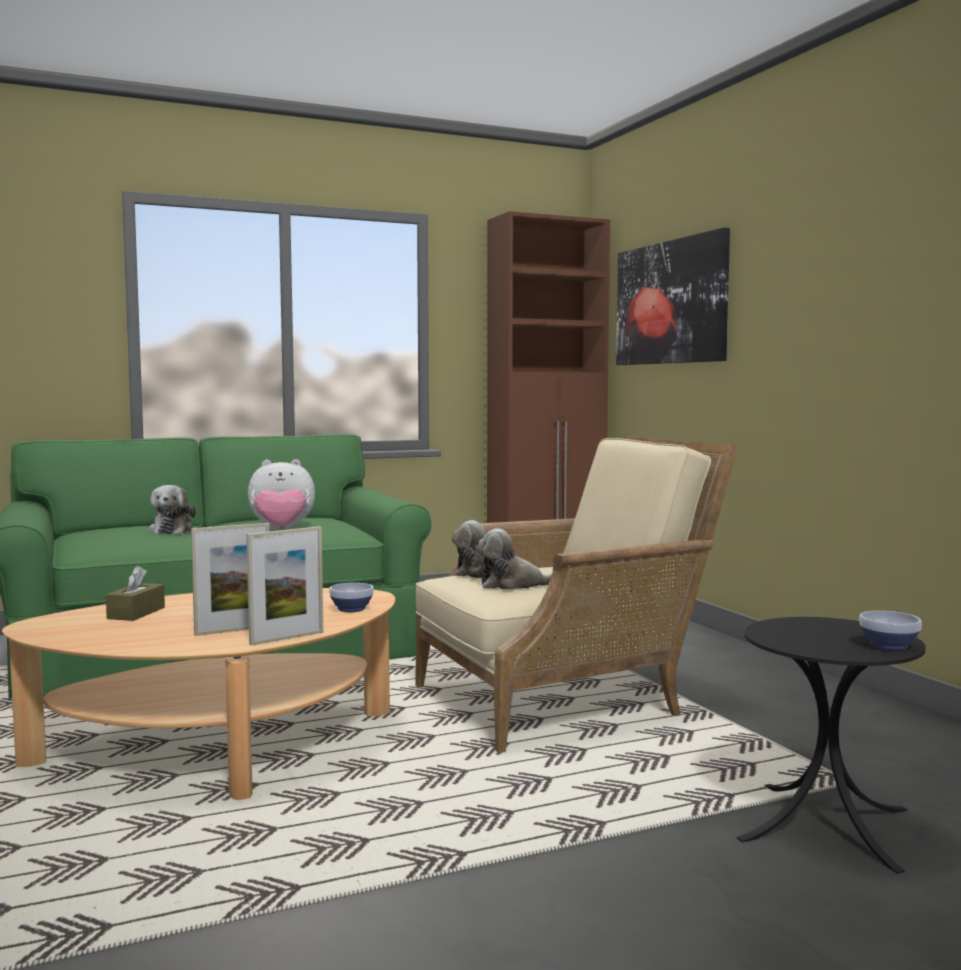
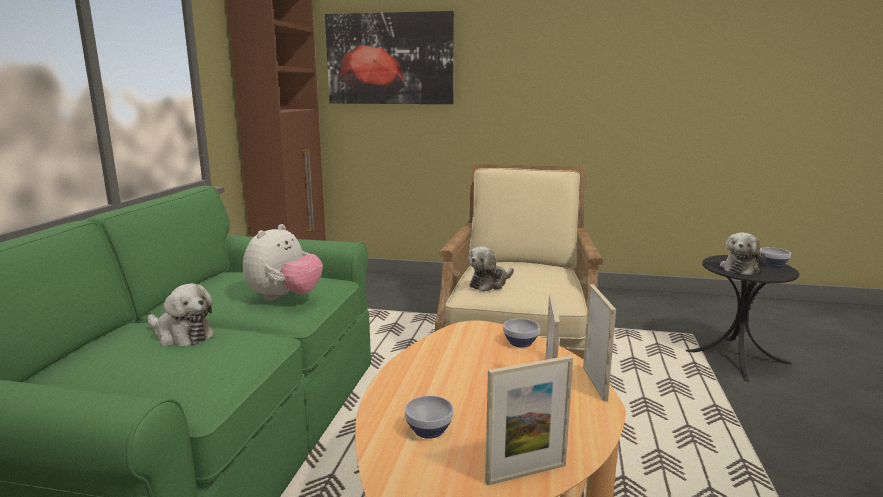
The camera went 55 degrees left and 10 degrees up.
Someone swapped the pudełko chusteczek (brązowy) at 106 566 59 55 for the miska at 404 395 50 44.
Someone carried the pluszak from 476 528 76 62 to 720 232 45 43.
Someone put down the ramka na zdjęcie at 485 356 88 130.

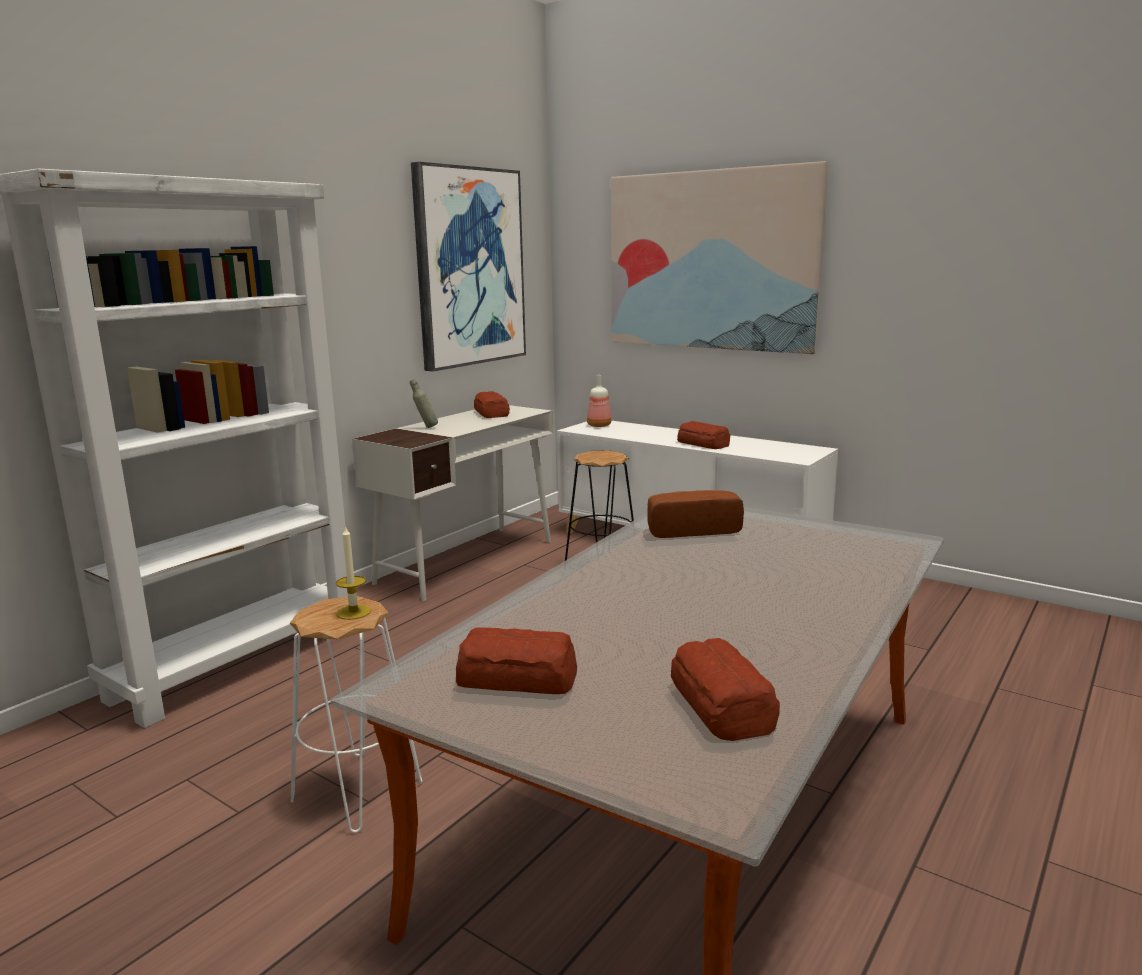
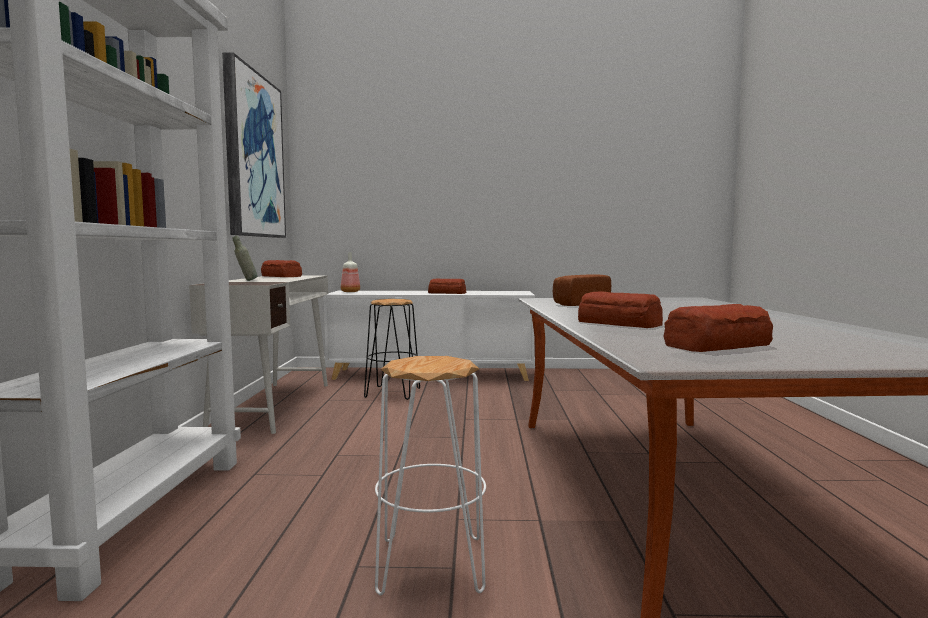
The camera went 35 degrees left and 10 degrees down.
Someone took away the świeca at 336 525 35 95.
Someone took away the obraz at 611 161 217 193.
Someone carried the chleb from 670 638 110 103 to 578 291 85 37.

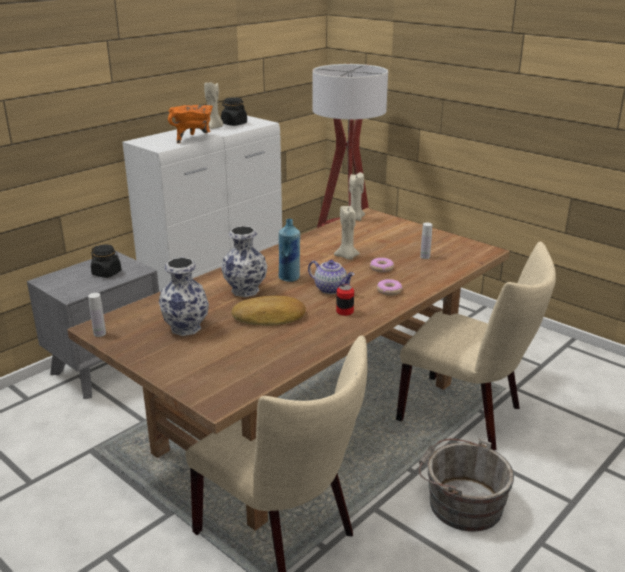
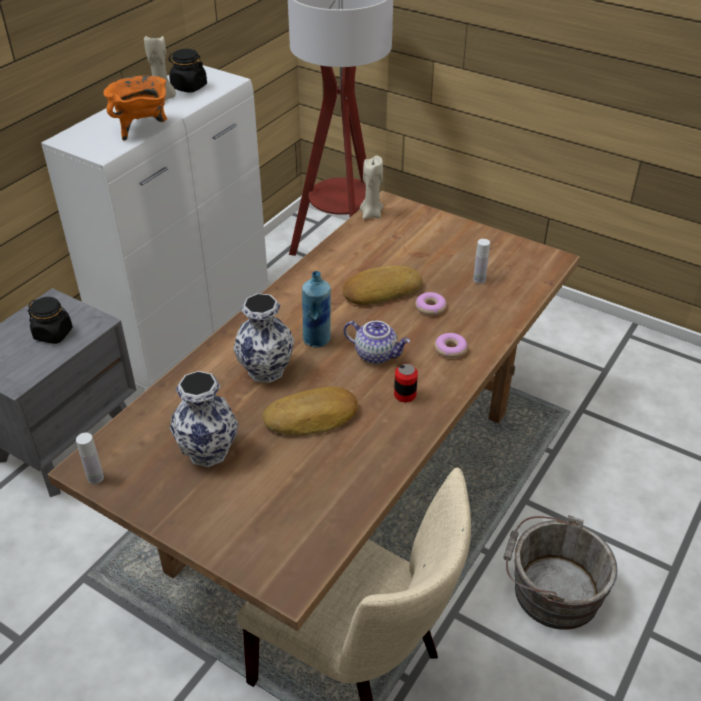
The camera went 10 degrees left and 15 degrees up.
Someone swapped the świeca (beżowy) at 334 205 26 55 for the chleb at 343 266 80 39.
Someone took away the krzesło (beżowy) at 396 242 160 208.

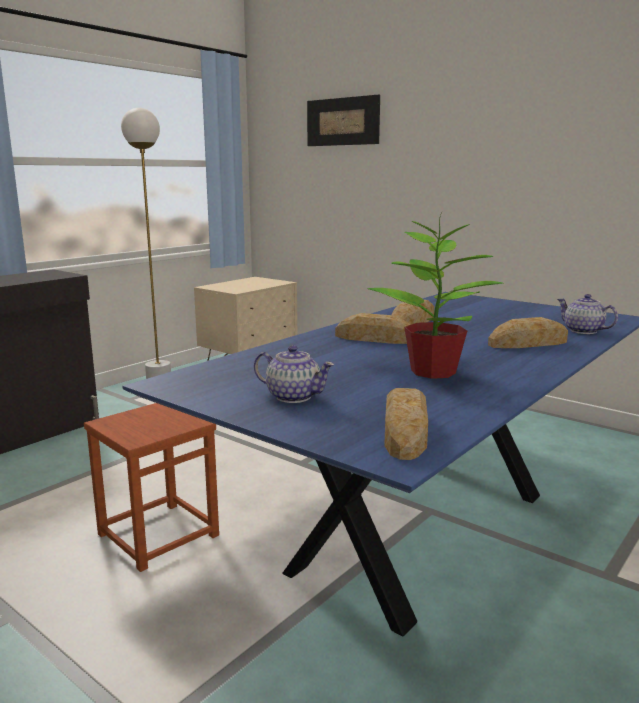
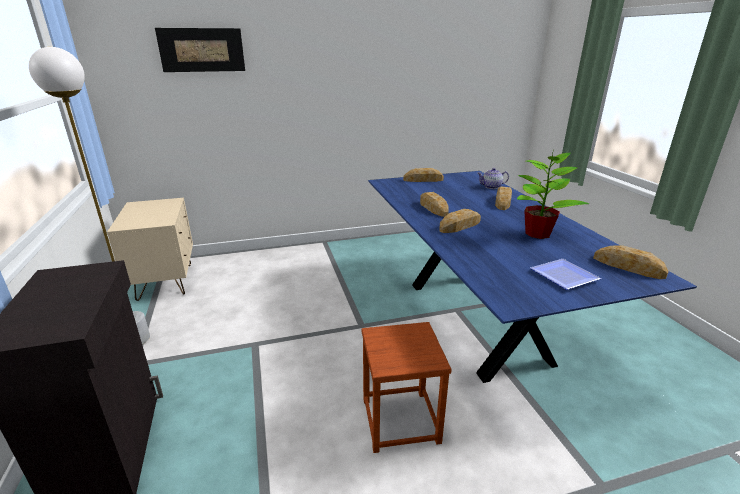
The camera went 55 degrees left and 10 degrees up.
Someone swapped the imbryk at 254 346 81 57 for the talerz at 530 259 71 31.
Someone put down the chleb at 403 168 41 14.

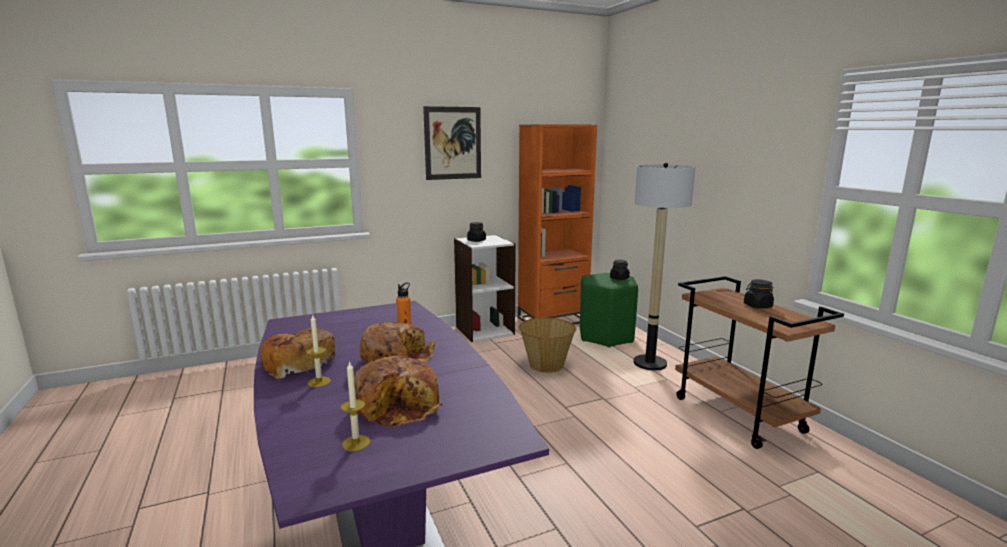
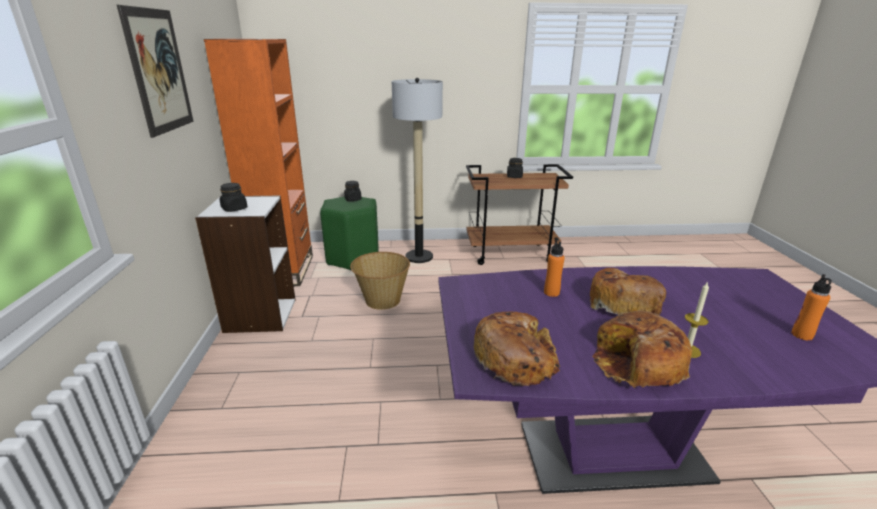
The camera went 70 degrees left and 10 degrees up.
Someone swapped the świeca at 341 361 29 90 for the butelka (pomarańczowy) at 791 274 41 67.
Someone carried the chleb from 354 356 89 71 to 474 311 86 75.

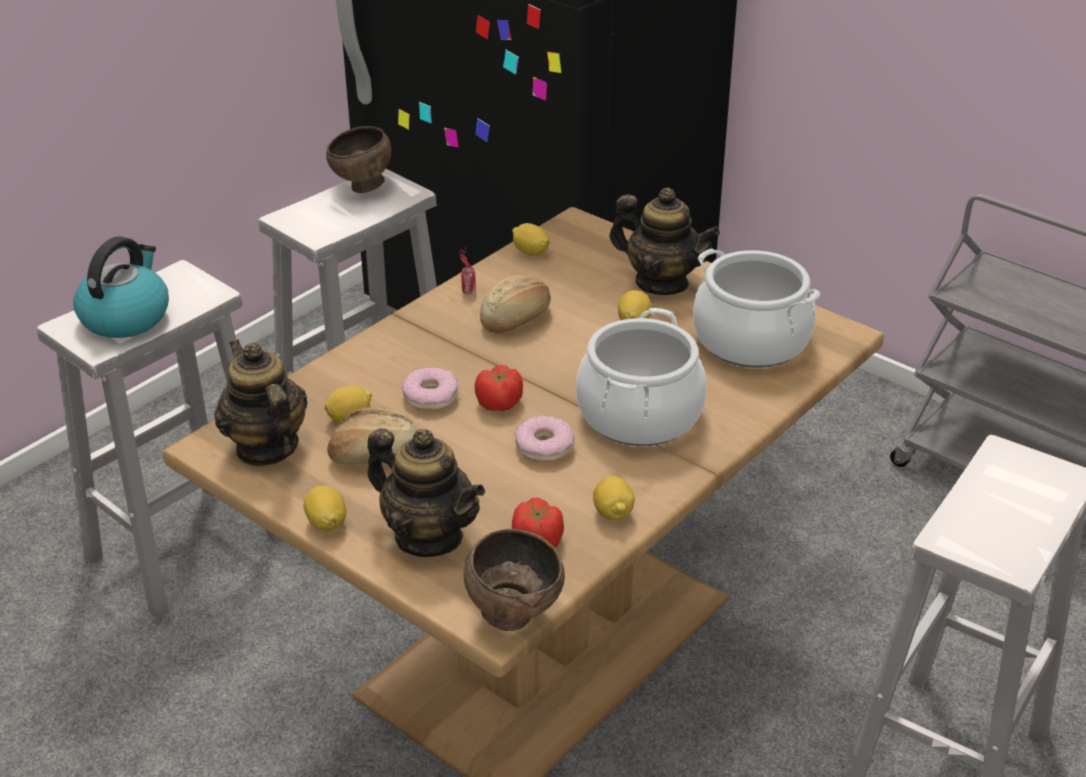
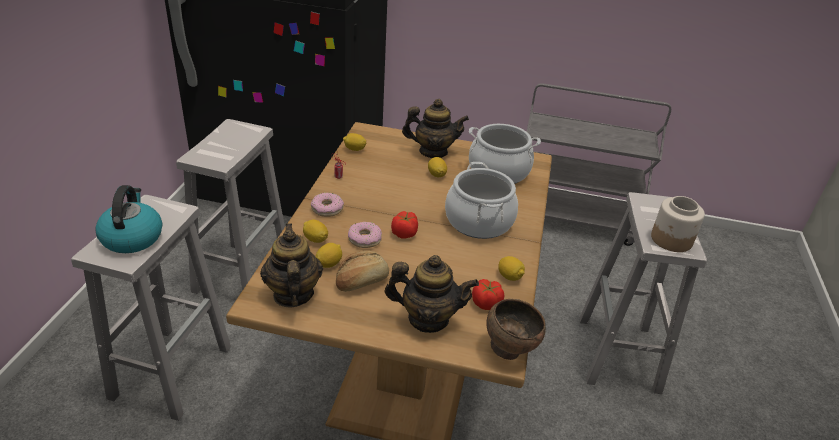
The camera went 30 degrees left and 0 degrees up.
Someone rotated the imbryk at 214 340 93 126 by 45 degrees clockwise.
Someone carried the cytryna from 304 486 42 45 to 303 219 25 24.
Someone took away the miska (brązowy) at 326 126 65 67.
Someone took away the chleb at 480 275 71 58.
Someone carried the donut from 514 415 61 47 to 311 193 33 24.
Someone put down the słoik at 651 196 54 56.

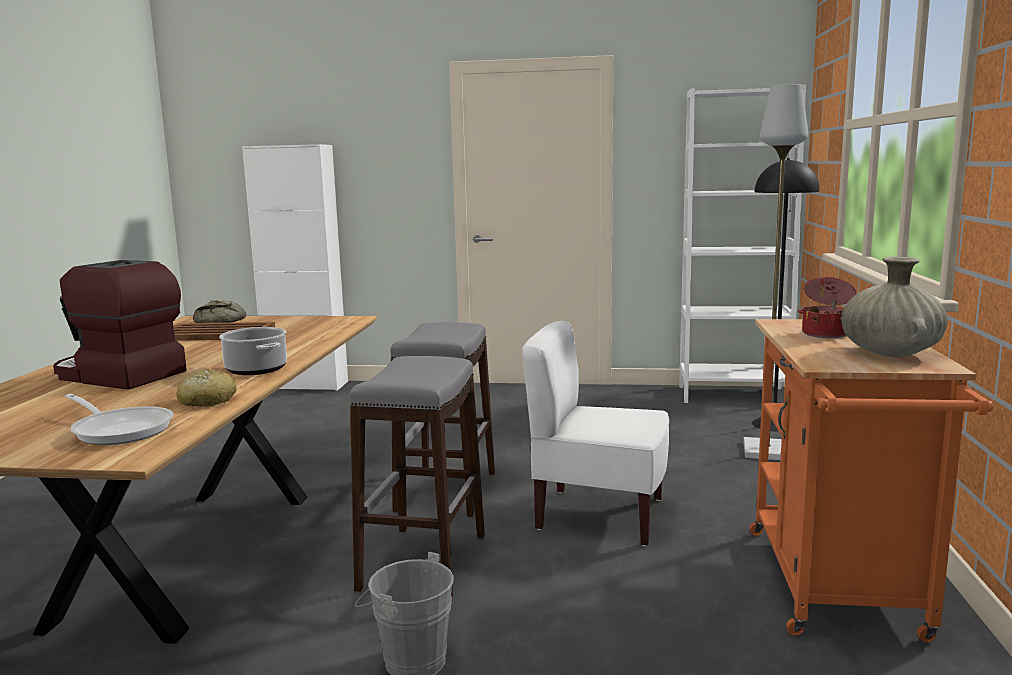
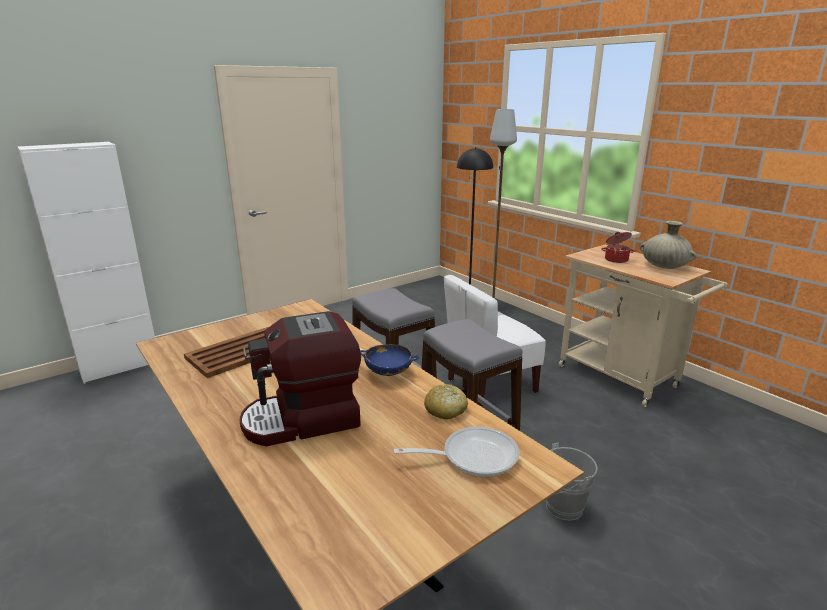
The camera went 45 degrees left and 10 degrees up.
Someone took away the chleb at 193 300 53 23.
Someone swapped the garnek at 219 327 68 48 for the miska (niebieski) at 360 344 59 32.
Someone took away the regał (biały) at 679 85 127 318.
Someone repainted the wózek (pomarańczowy) at 749 319 244 323, which became the wózek (beżowy) at 558 245 170 162.

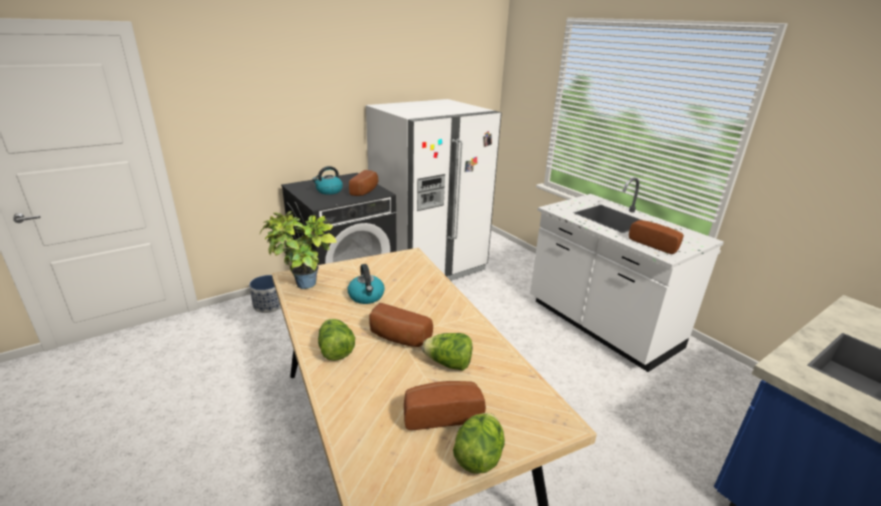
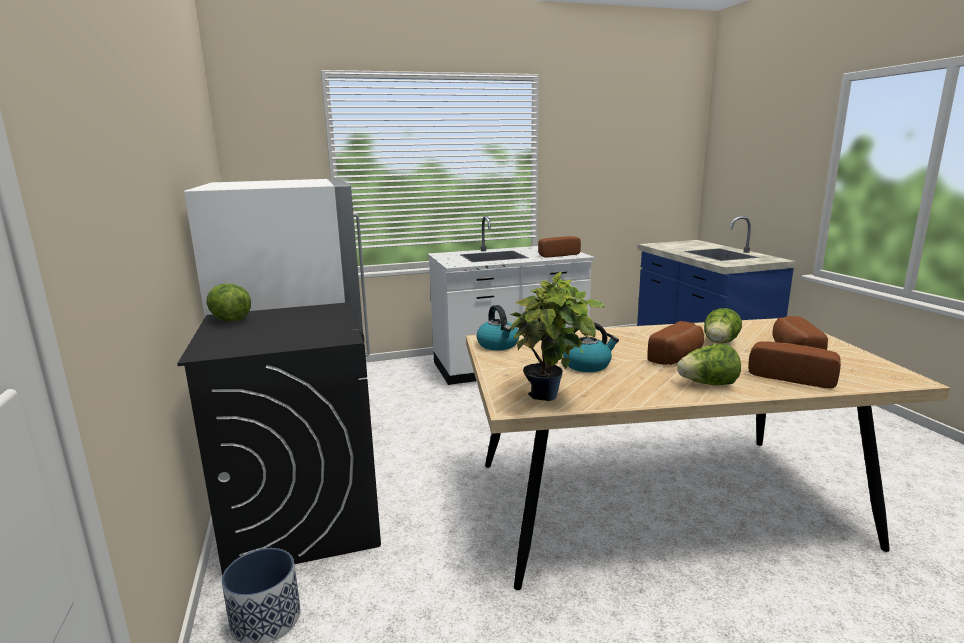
The camera went 70 degrees left and 10 degrees down.
Someone carried the czajnik from 312 166 31 29 to 477 305 42 45.
Someone carried the chleb from 349 170 29 26 to 748 341 93 48.
Someone carried the sałata from 453 413 52 61 to 207 284 44 37.

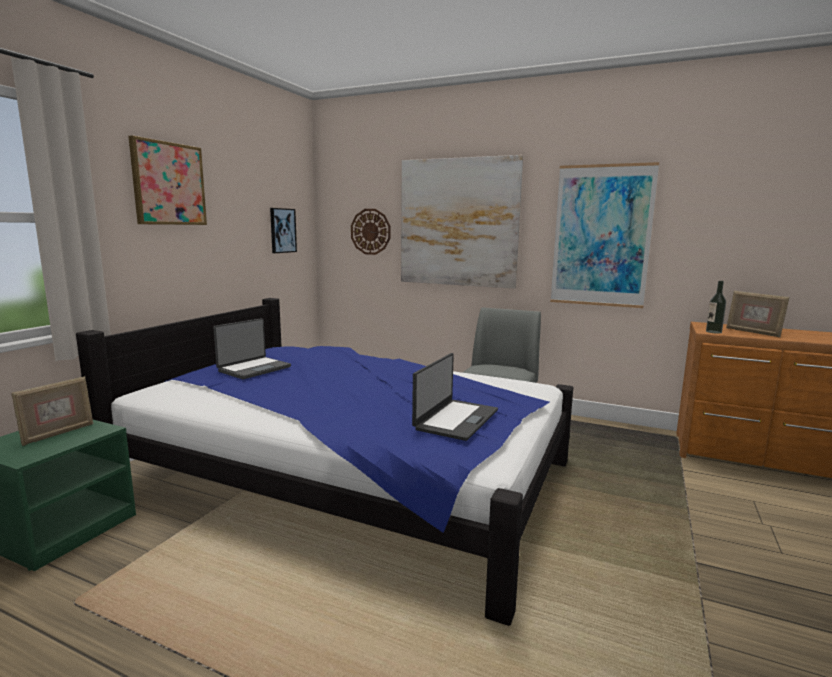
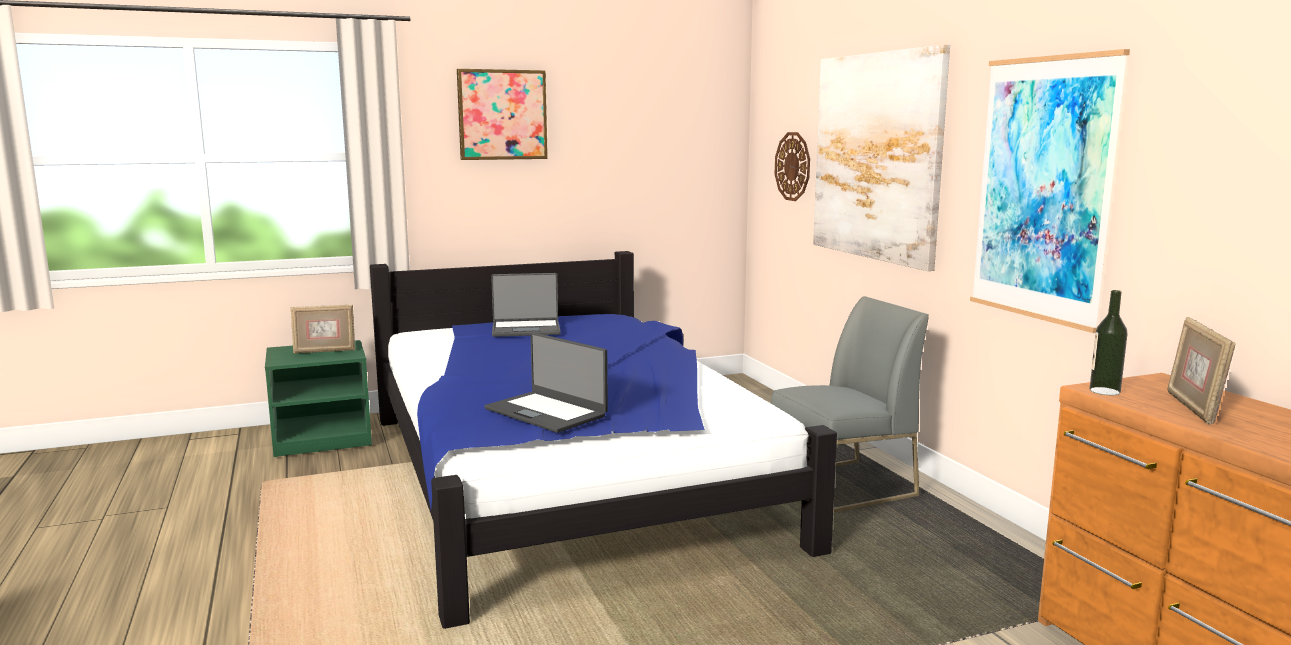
The camera went 45 degrees right and 0 degrees up.
Someone took away the obraz at 270 208 27 45.
Someone rotated the laptop at 412 353 86 88 by 60 degrees clockwise.

